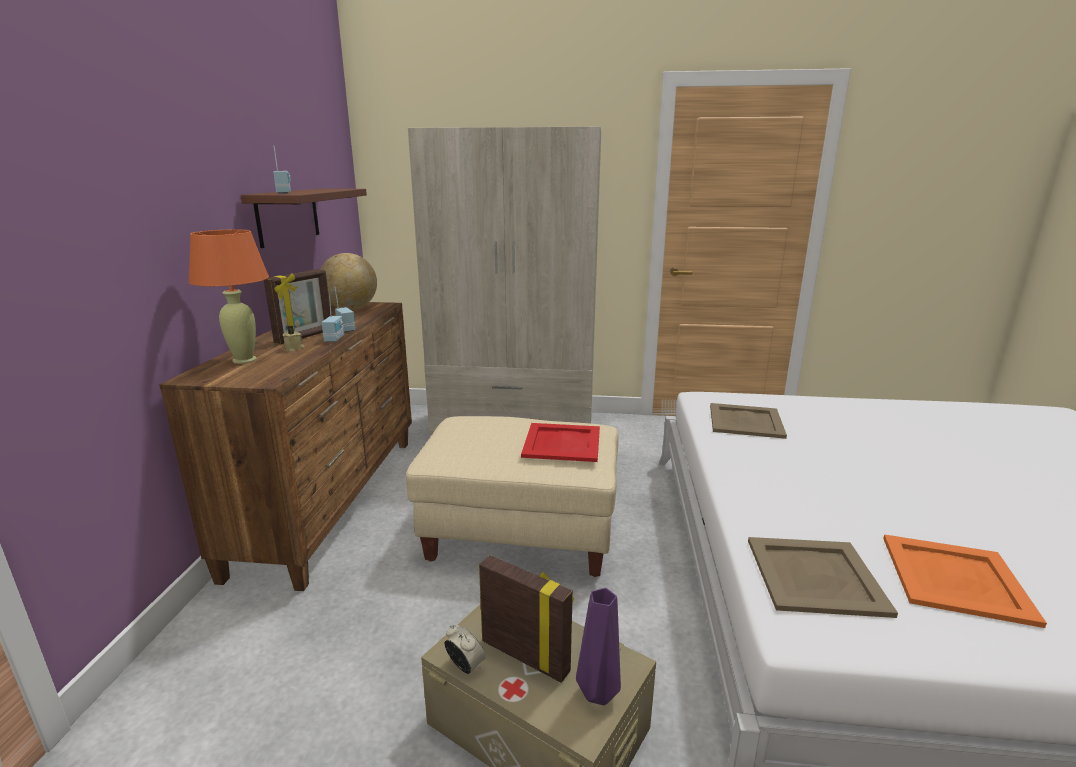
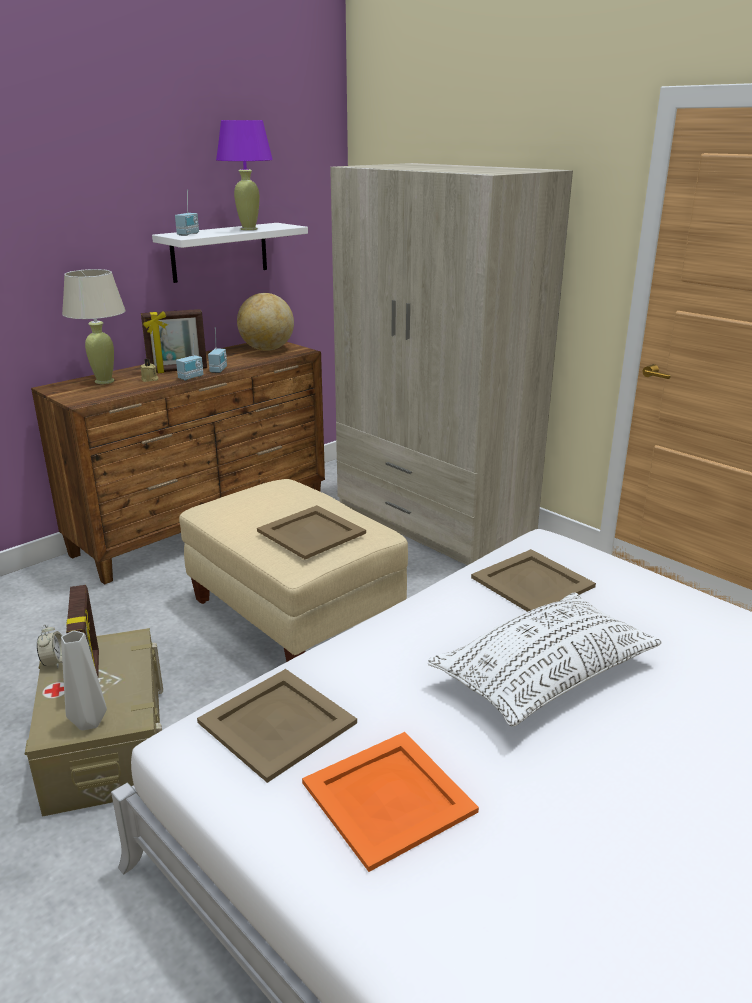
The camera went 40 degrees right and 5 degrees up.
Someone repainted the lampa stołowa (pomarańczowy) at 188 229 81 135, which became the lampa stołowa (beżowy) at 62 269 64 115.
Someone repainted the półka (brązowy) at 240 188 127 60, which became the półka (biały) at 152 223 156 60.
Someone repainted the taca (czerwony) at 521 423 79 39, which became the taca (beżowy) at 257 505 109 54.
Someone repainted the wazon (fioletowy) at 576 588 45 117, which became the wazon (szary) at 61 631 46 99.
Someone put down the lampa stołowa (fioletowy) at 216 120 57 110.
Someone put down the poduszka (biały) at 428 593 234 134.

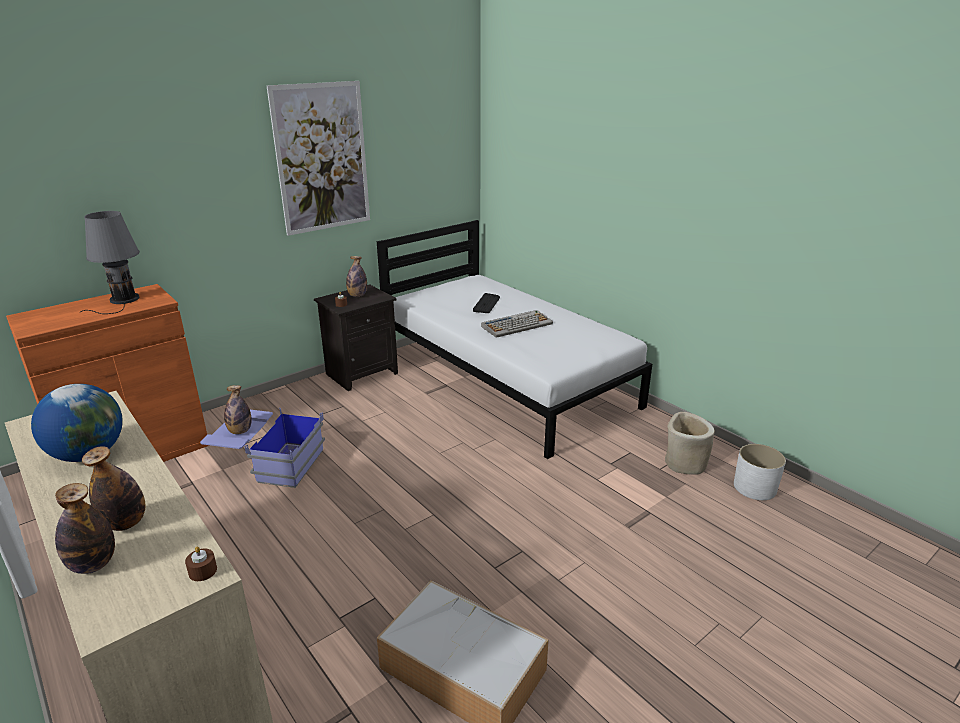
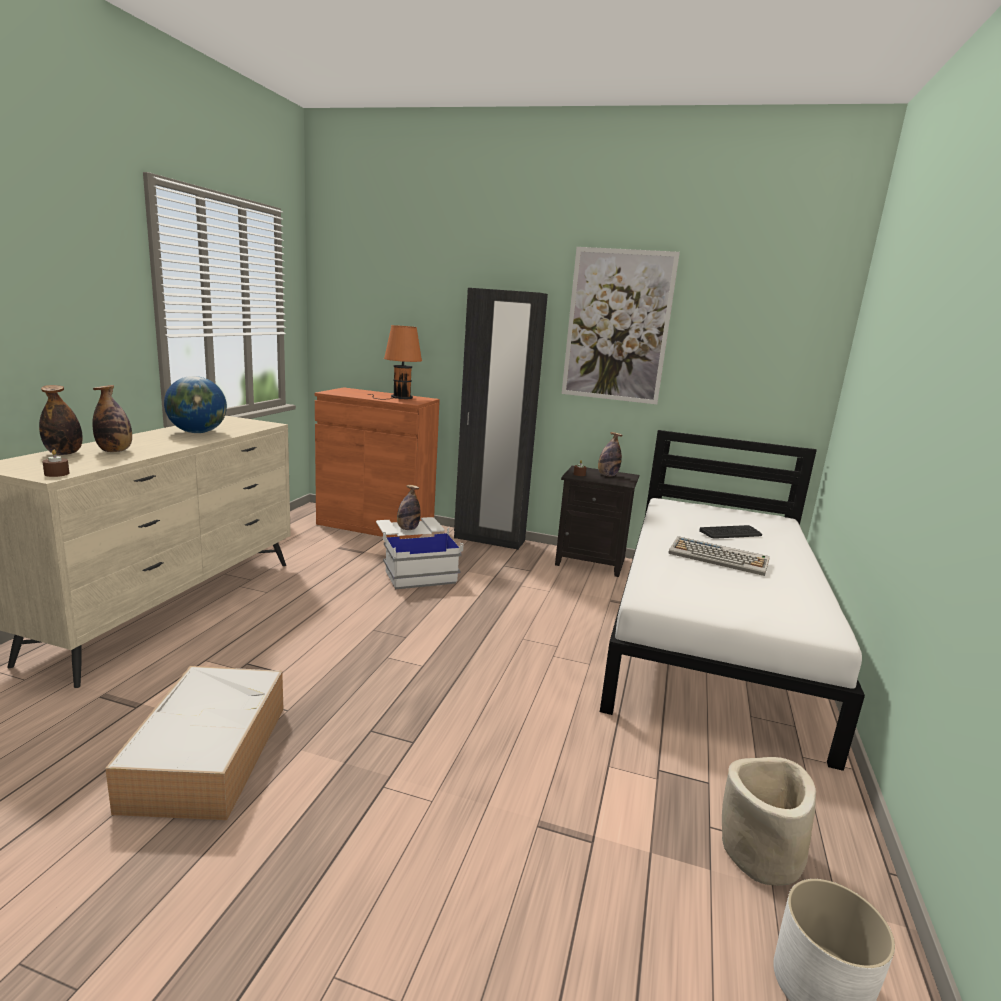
The camera went 55 degrees right and 10 degrees down.
Someone repainted the lampa stołowa (szary) at 79 211 61 103, which became the lampa stołowa (pomarańczowy) at 367 325 55 74.
Someone repainted the pojemnik do przechowywania (niebieski) at 200 408 125 80, which became the pojemnik do przechowywania (biały) at 376 517 88 72.
Someone put down the szafa (czarny) at 454 288 94 262.

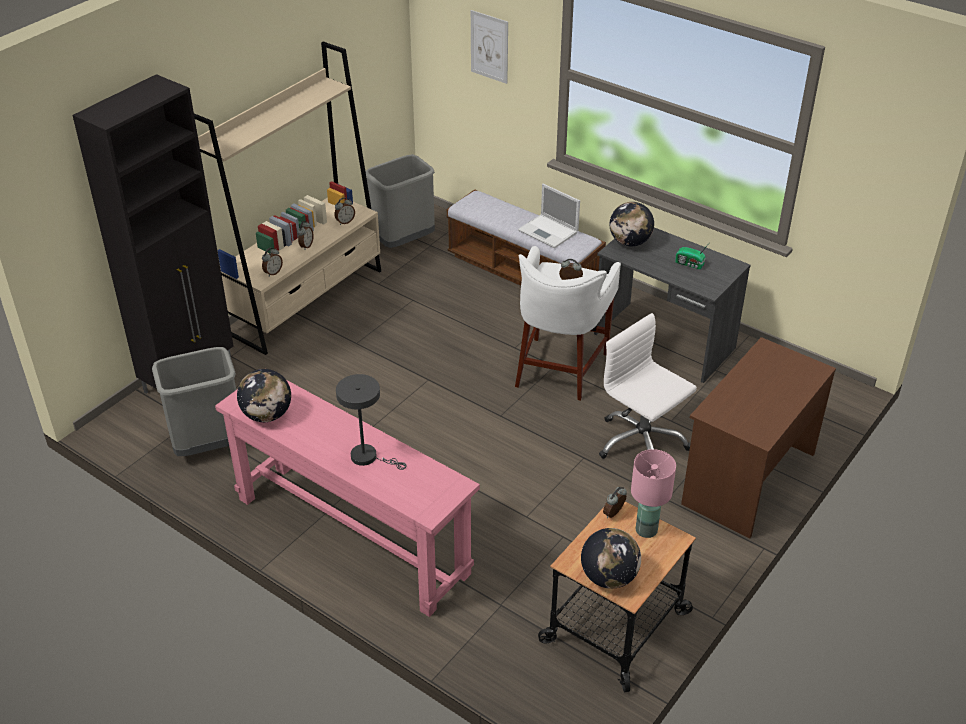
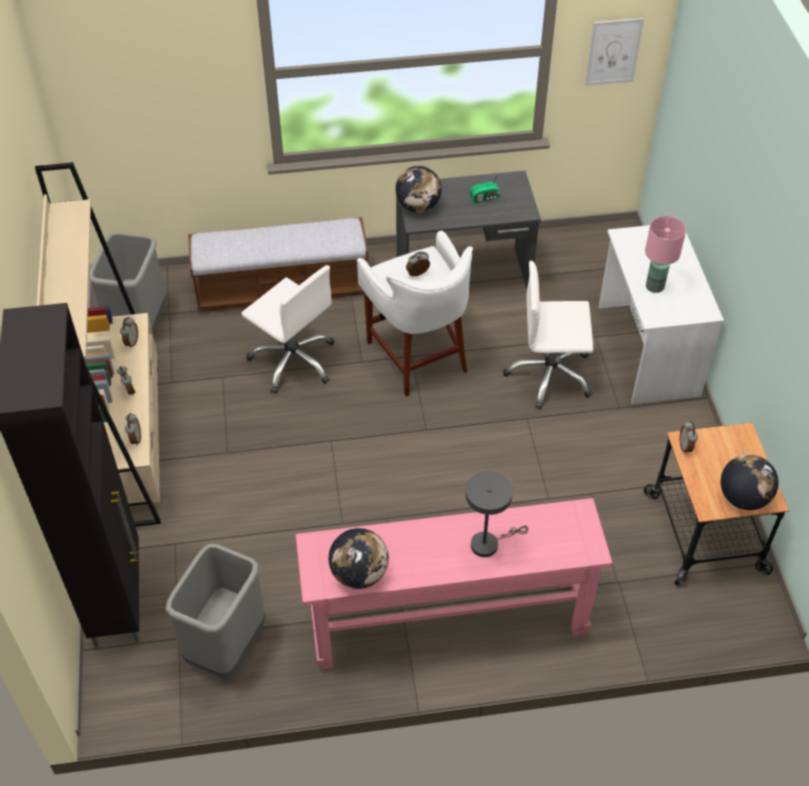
The camera went 45 degrees left and 10 degrees up.
Someone carried the obraz from 471 10 37 74 to 585 18 59 68.
Someone took away the laptop at 518 184 62 64.
Someone carried the lampa stołowa (różowy) from 631 449 45 89 to 645 216 41 77.
Someone repainted the biurko (brązowy) at 681 337 155 201, which became the biurko (biały) at 599 225 125 179.
Someone put down the krzesło biurowe (biały) at 241 265 94 129.

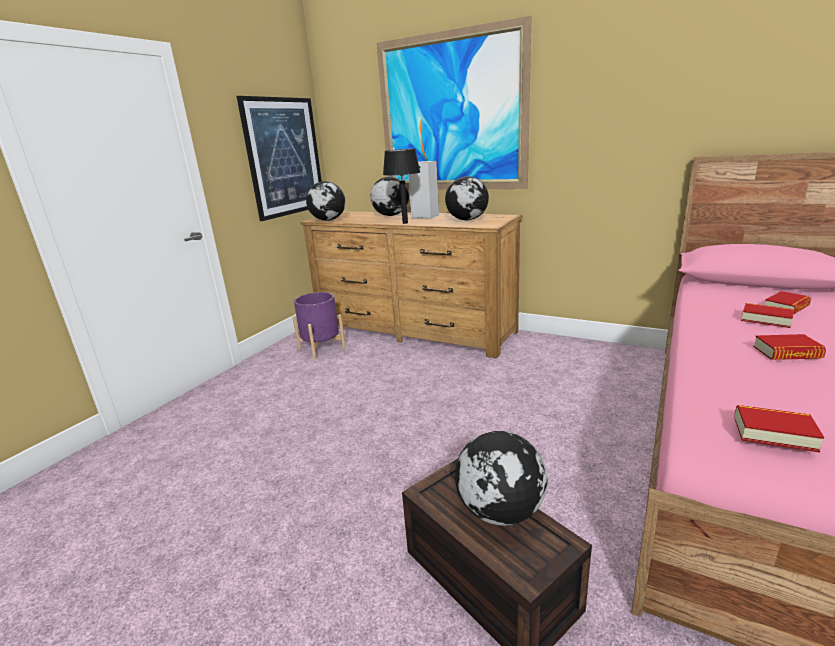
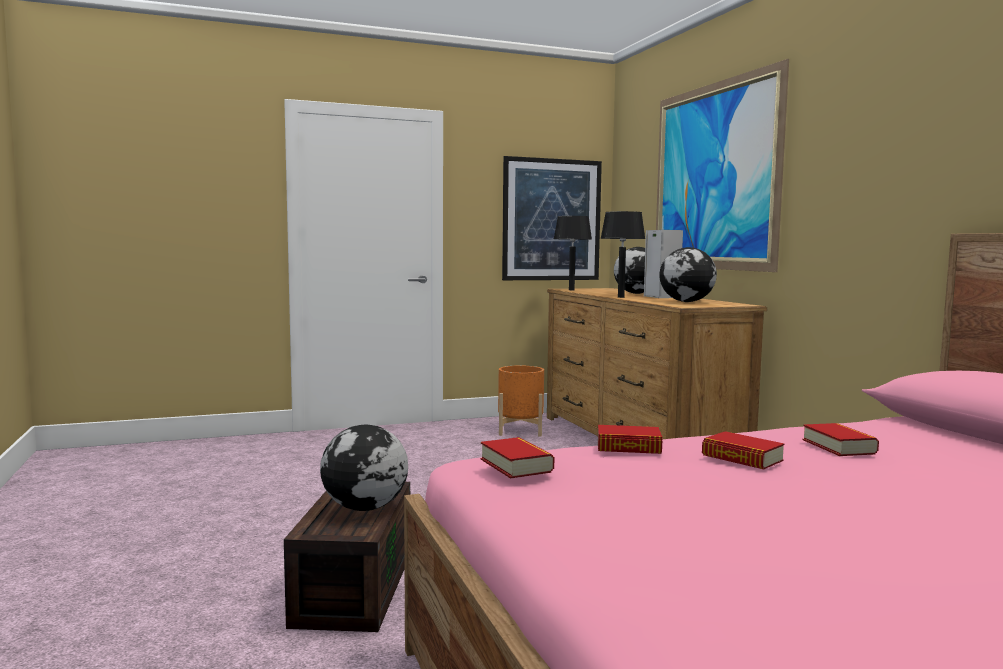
The camera went 40 degrees right and 15 degrees down.
Someone repainted the donica (fioletowy) at 293 292 53 67, which became the donica (pomarańczowy) at 498 365 46 72.
Someone swapped the globus at 306 181 40 40 for the lampa stołowa (czarny) at 554 216 38 74.
Someone carried the książka from 765 291 46 24 to 598 425 64 29.

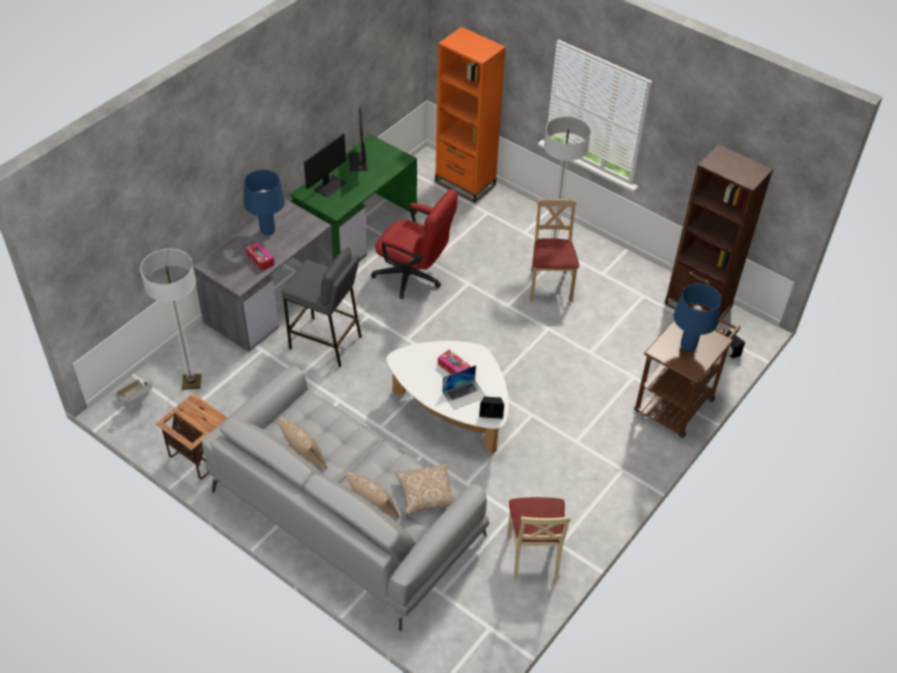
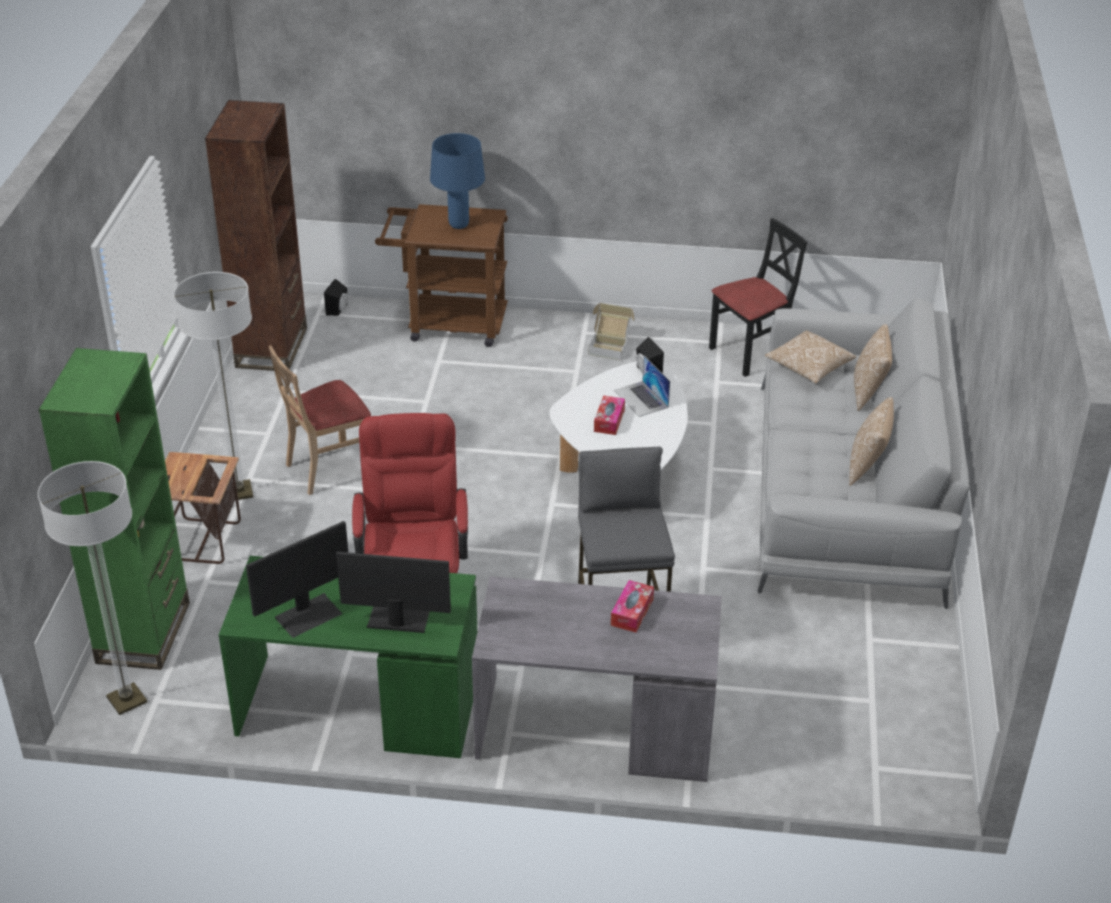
The camera went 120 degrees left and 10 degrees down.
Someone carried the karton from 115 379 37 29 to 588 303 46 58.
Someone carried the lampa stojąca from 140 249 61 141 to 38 461 109 254.
Someone carried the stolik from 156 393 72 86 to 165 452 76 112.
Someone took away the lampa stołowa (niebieski) at 244 170 41 65.
Someone repainted the regał (pomarańczowy) at 435 27 71 176, which became the regał (zielony) at 39 348 151 322.
Someone rotated the laptop at 442 365 43 45 by 150 degrees counterclockwise.
Someone repainted the krzesło (beżowy) at 507 497 64 83, which became the krzesło (czarny) at 709 218 98 159.

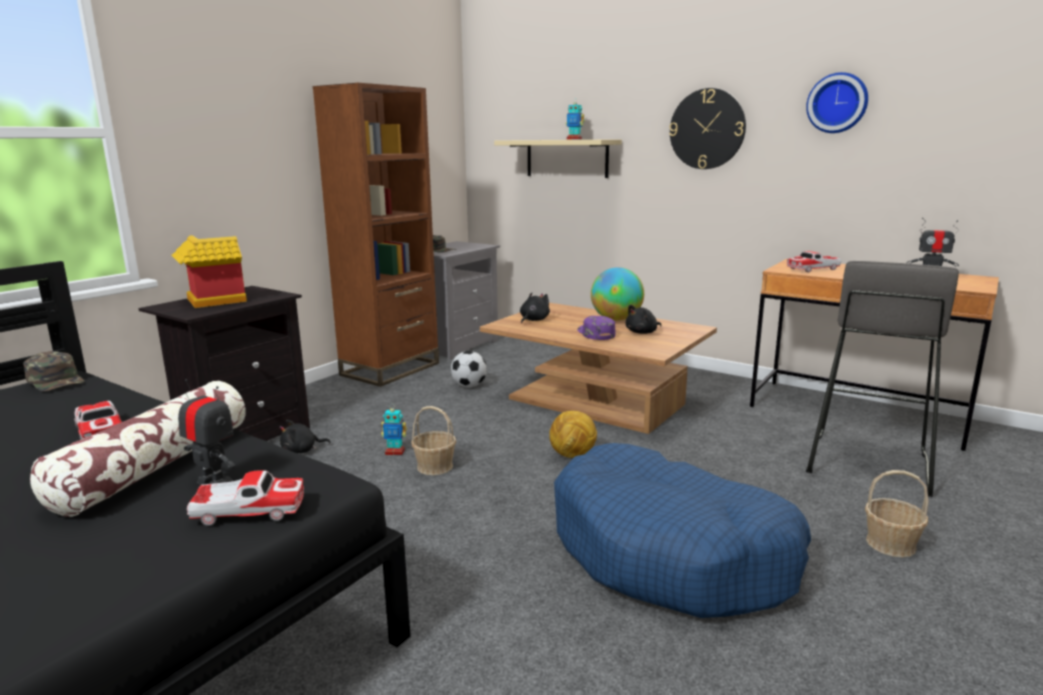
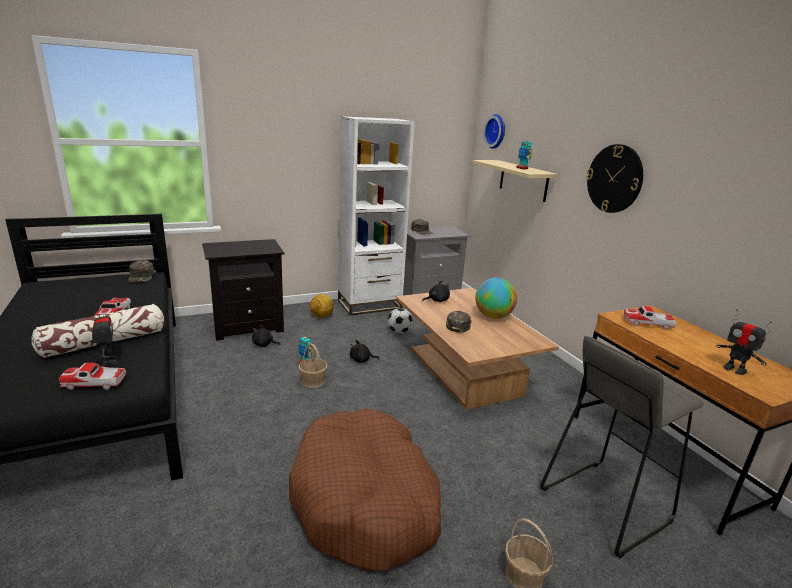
The camera went 30 degrees right and 5 degrees up.
Someone took away the domek at 172 235 75 73.
Someone rotated the samochodzik at 187 470 117 56 by 150 degrees clockwise.
Someone repainted the regał (brązowy) at 313 83 126 304, which became the regał (biały) at 338 116 77 200.
Someone carried the piłka futbolowa from 549 411 48 47 to 310 294 24 24.
Someone repainted the legowisko (niebieski) at 554 443 257 175, which became the legowisko (brązowy) at 289 408 152 163.
Someone repainted the czapka z daszkiem (fioletowy) at 577 316 39 24, which became the czapka z daszkiem (zielony) at 446 311 25 21.
Someone carried the pluszak (czarny) from 625 305 37 29 to 350 340 29 23.
Someone carried the zegar ścienny from 806 72 62 61 to 483 114 22 35.

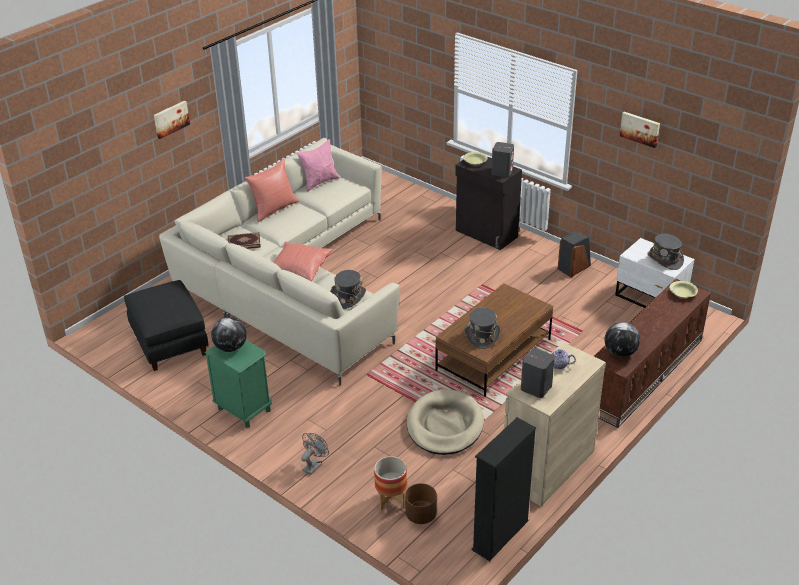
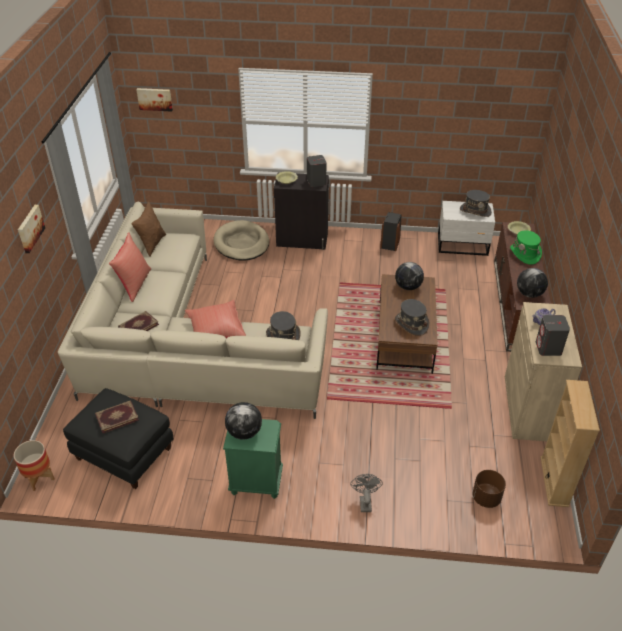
The camera went 35 degrees left and 5 degrees up.
Someone repainted the poduszka (różowy) at 297 139 43 53, which became the poduszka (brązowy) at 132 201 34 56.
Someone carried the donica from 374 456 33 54 to 14 440 41 51.
Someone carried the legowisko (beżowy) from 407 390 77 65 to 214 220 55 41.
Someone repainted the regał (czarny) at 471 417 65 144, which became the regał (beżowy) at 541 380 59 127.
Someone carried the obraz from 620 112 40 36 to 136 88 37 24.
Someone put down the książka at 95 400 44 33.
Someone put down the globus at 395 262 29 28.
Someone put down the kapelusz (zielony) at 510 230 32 35.

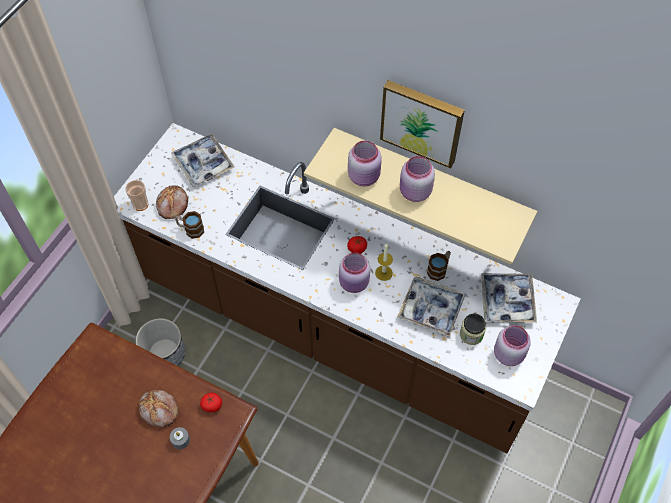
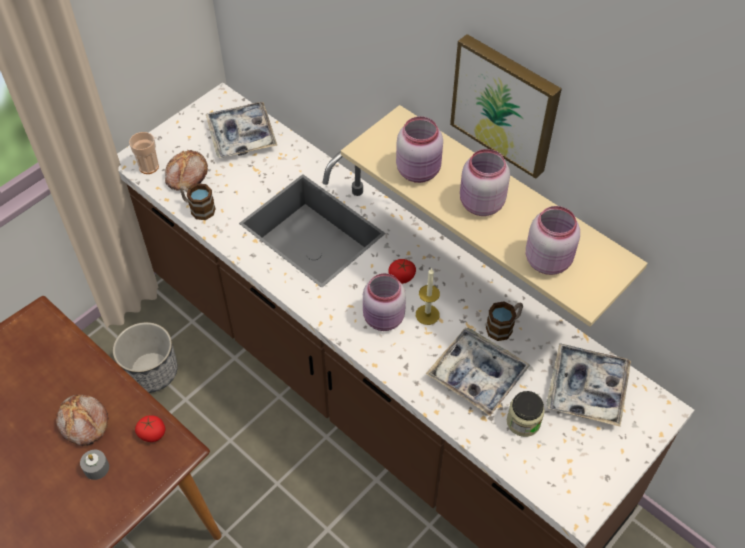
The camera went 15 degrees right and 5 degrees down.
Someone carried the słoik (różowy) from 494 325 37 41 to 526 206 54 69.

